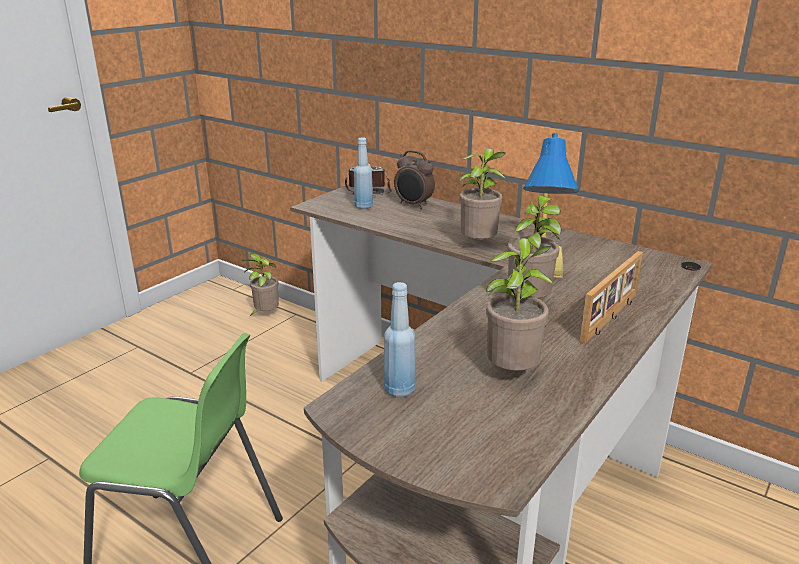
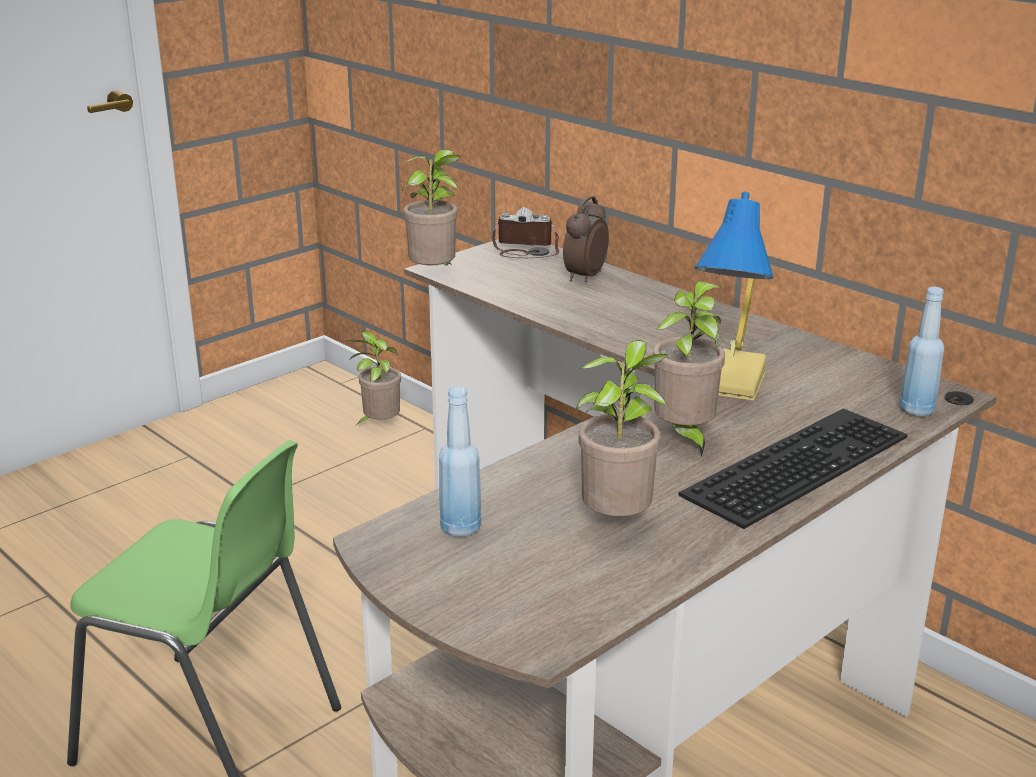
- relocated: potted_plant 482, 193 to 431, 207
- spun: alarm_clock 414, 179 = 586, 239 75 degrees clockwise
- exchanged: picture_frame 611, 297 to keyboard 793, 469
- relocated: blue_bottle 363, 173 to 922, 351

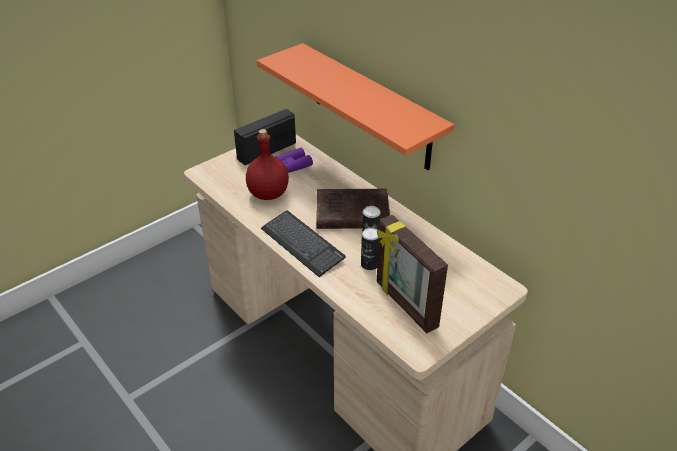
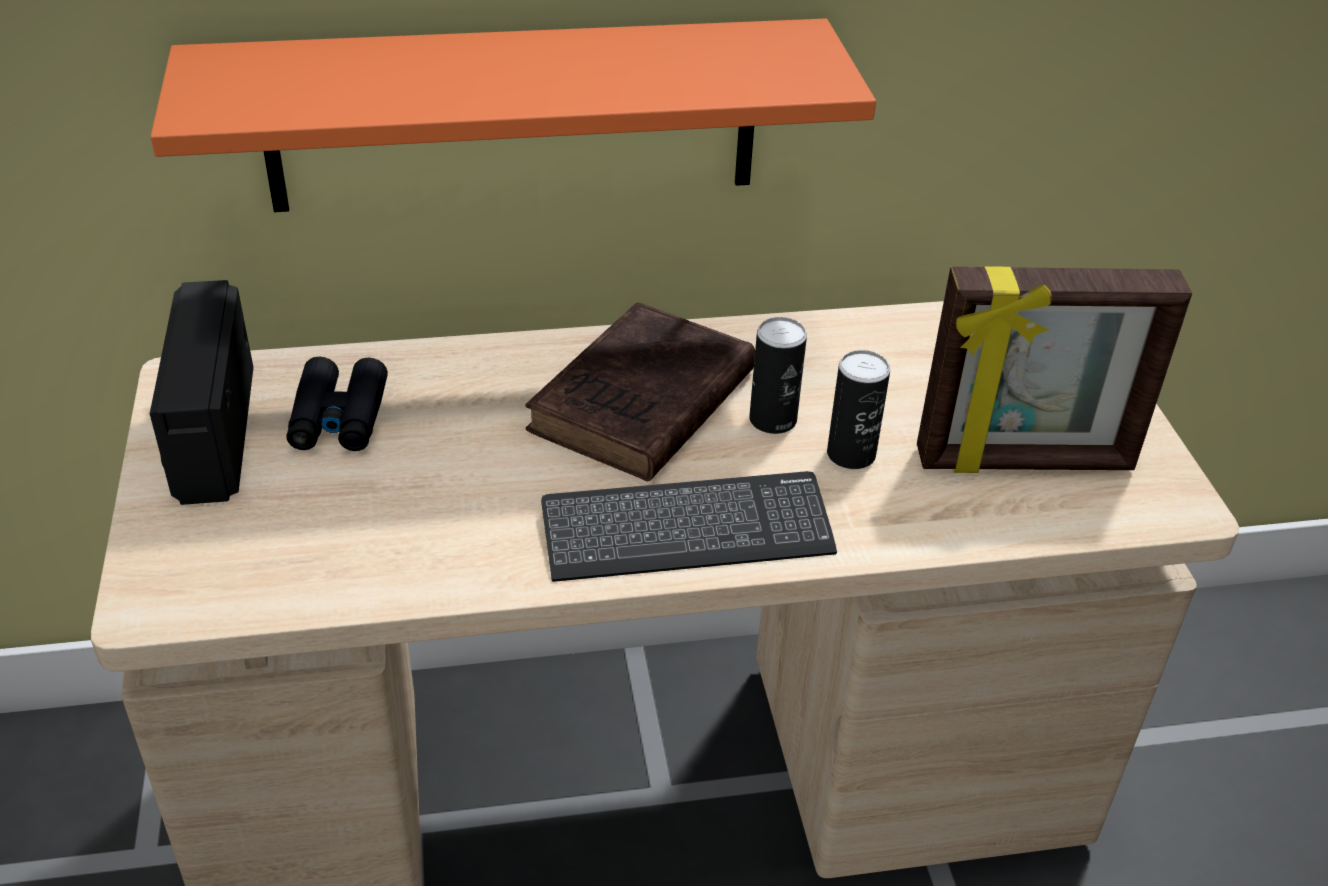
- colour: purple_binoculars 294, 160 to black_binoculars 337, 404
- missing: red_bottle 267, 164

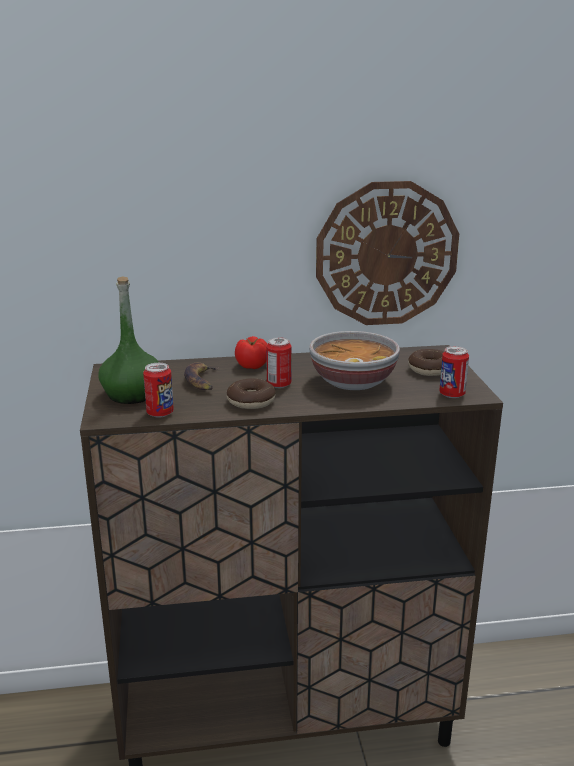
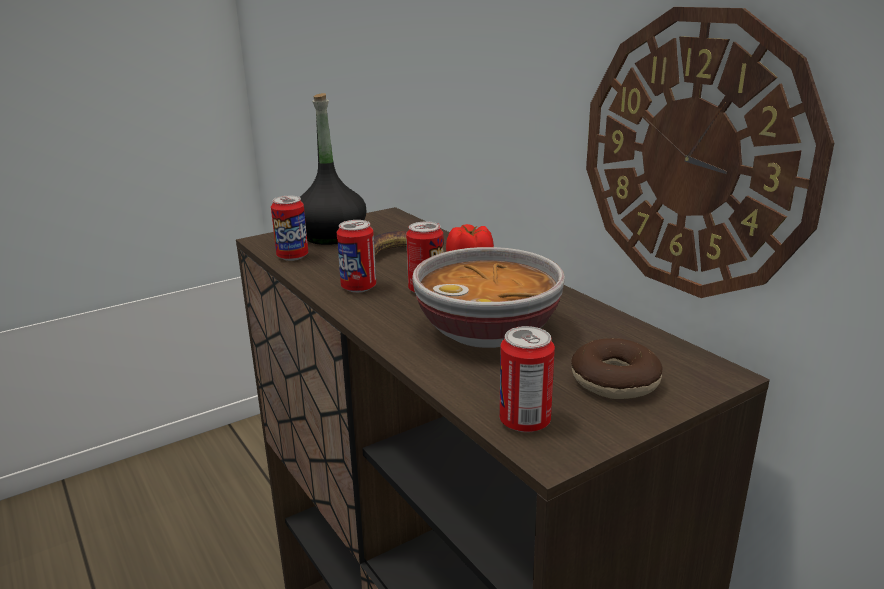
- colour: green_bottle 129, 340 to black_bottle 333, 169
- exchanged: donut 251, 393 to can 356, 256

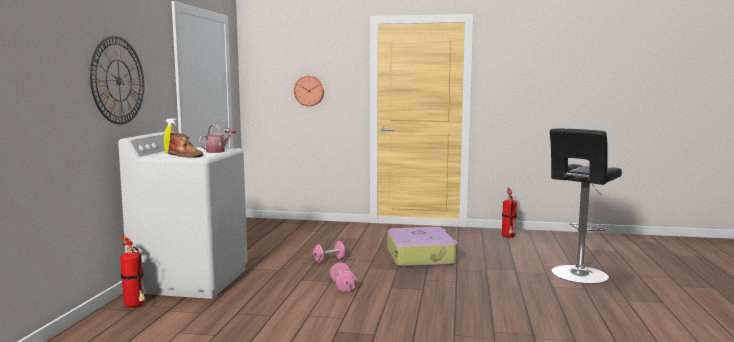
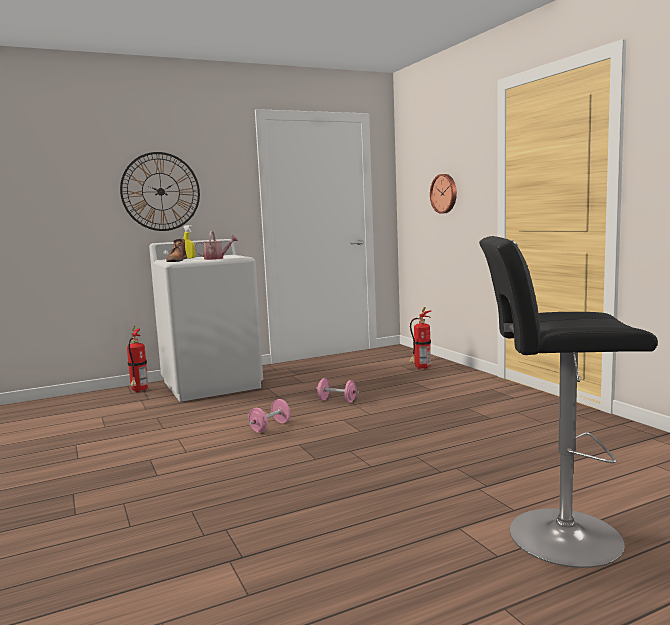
- relocated: fire_extinguisher 509, 212 to 420, 338
- missing: suitcase 422, 247

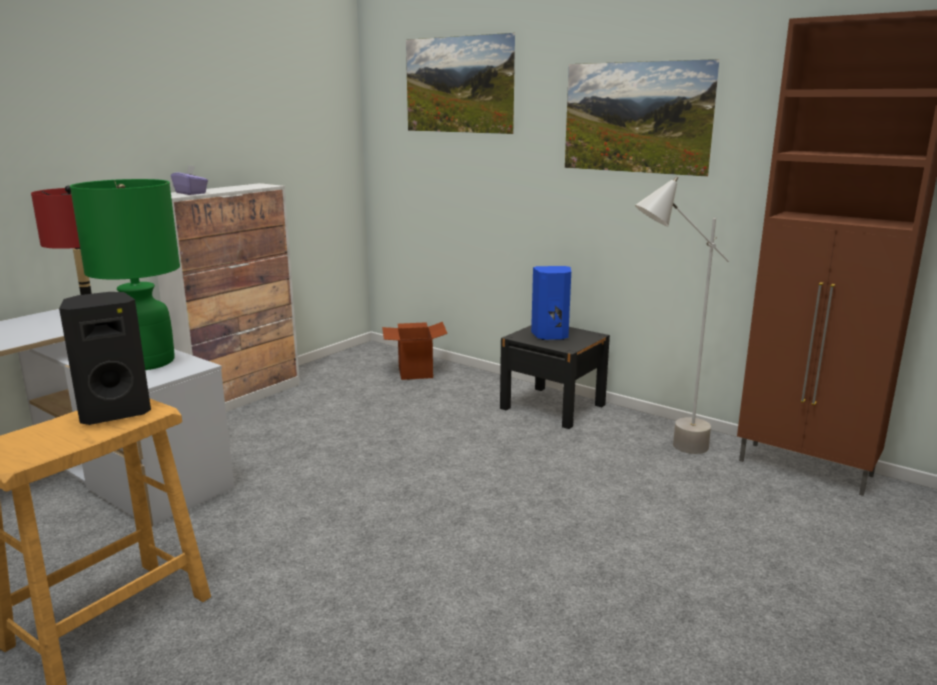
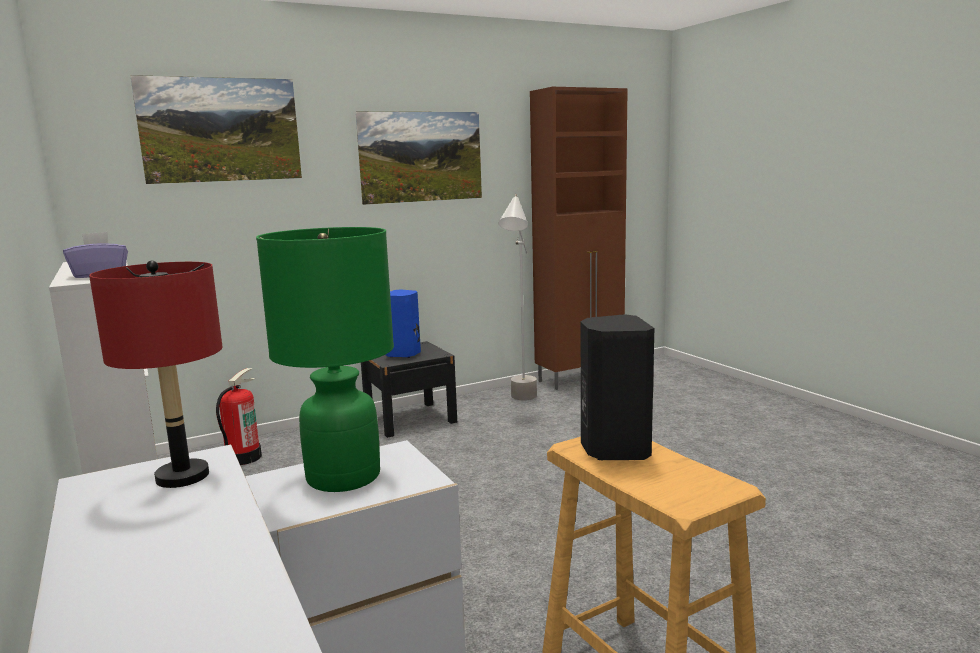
- exchanged: cardboard_box 415, 351 to fire_extinguisher 239, 416

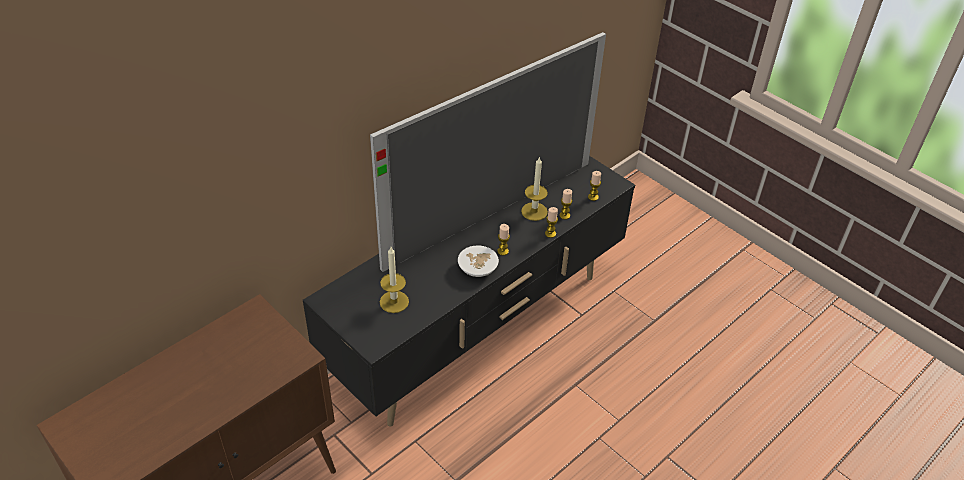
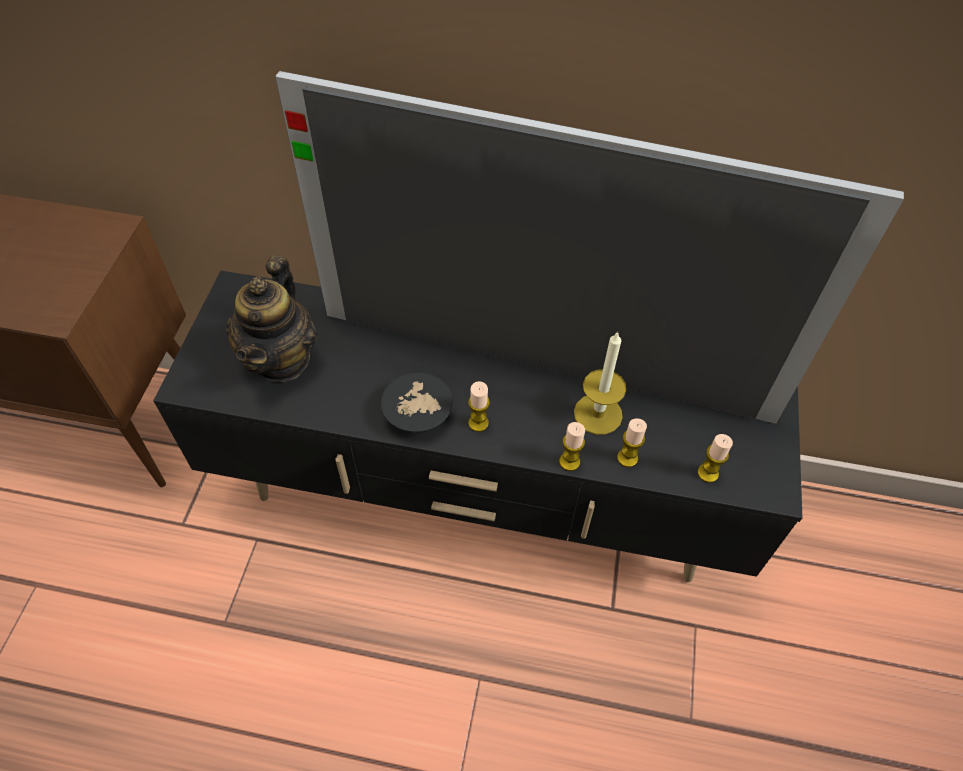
- exchanged: candle 394, 280 to teapot 271, 318
- colour: white_bowl 478, 261 to black_bowl 417, 402

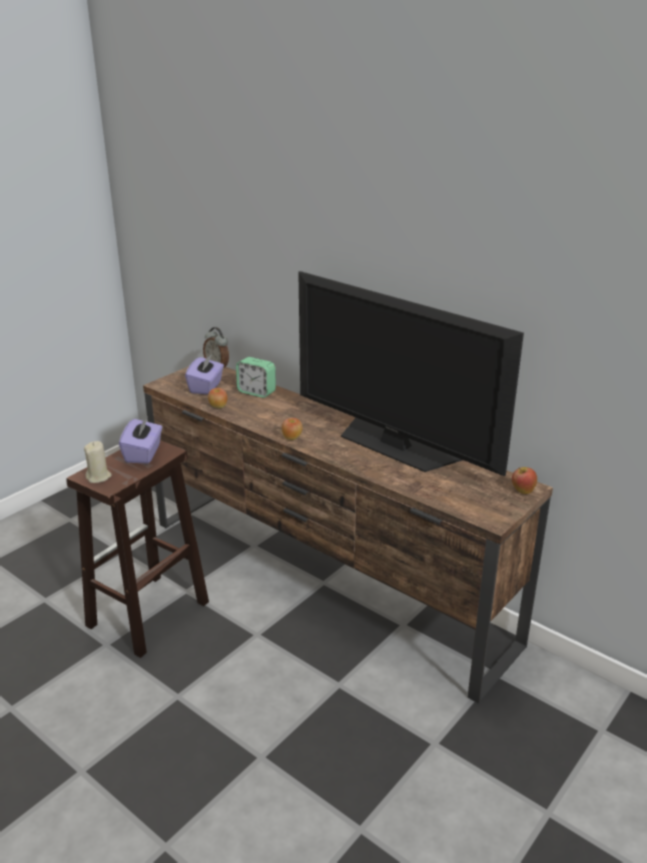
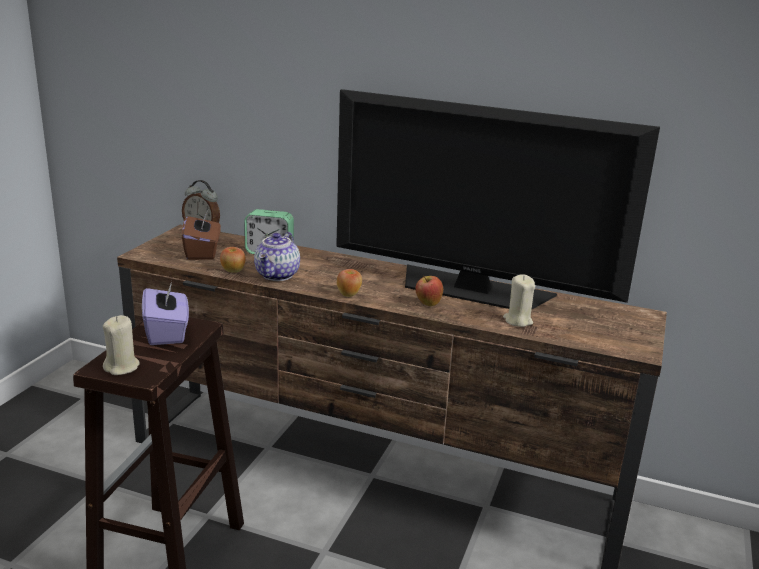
- colour: purple_tissue_box 204, 374 to brown_tissue_box 201, 235
- appeared: teapot 277, 256
- relocated: apple 524, 480 to 429, 291
- appeared: beige_candle 519, 300

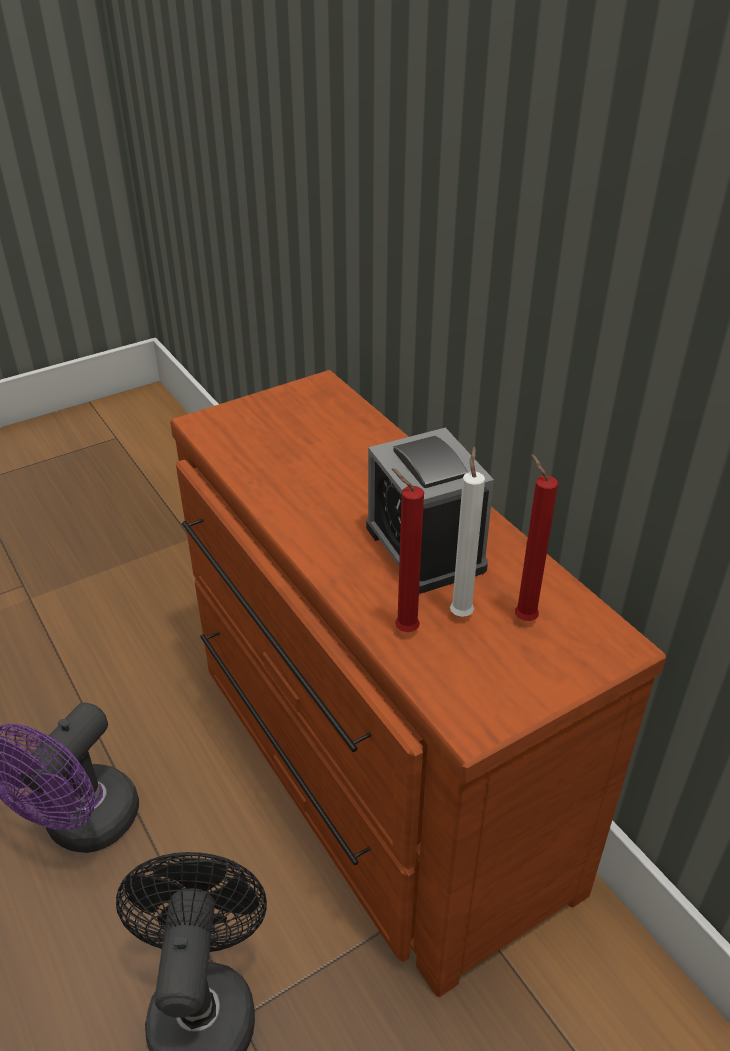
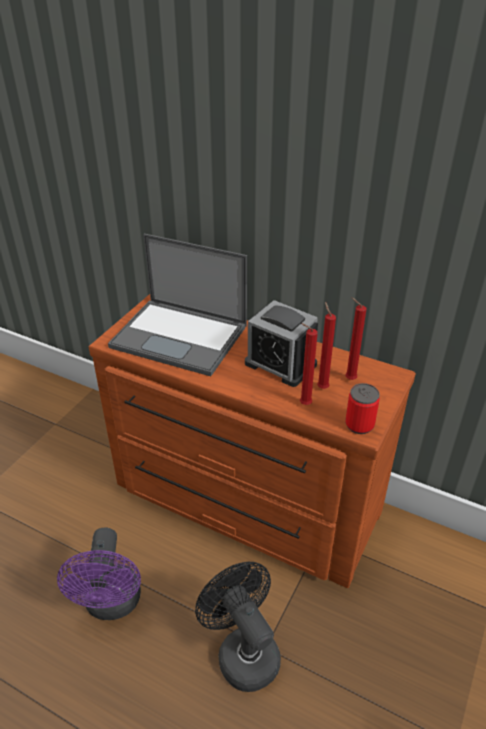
- appeared: laptop 177, 305
- colour: white_candle 467, 532 to red_candle 326, 345
- appeared: can 362, 408

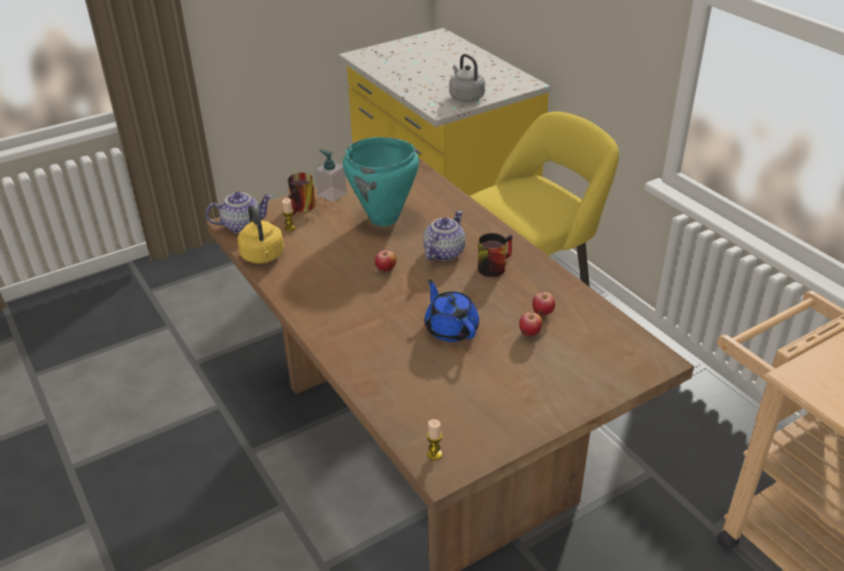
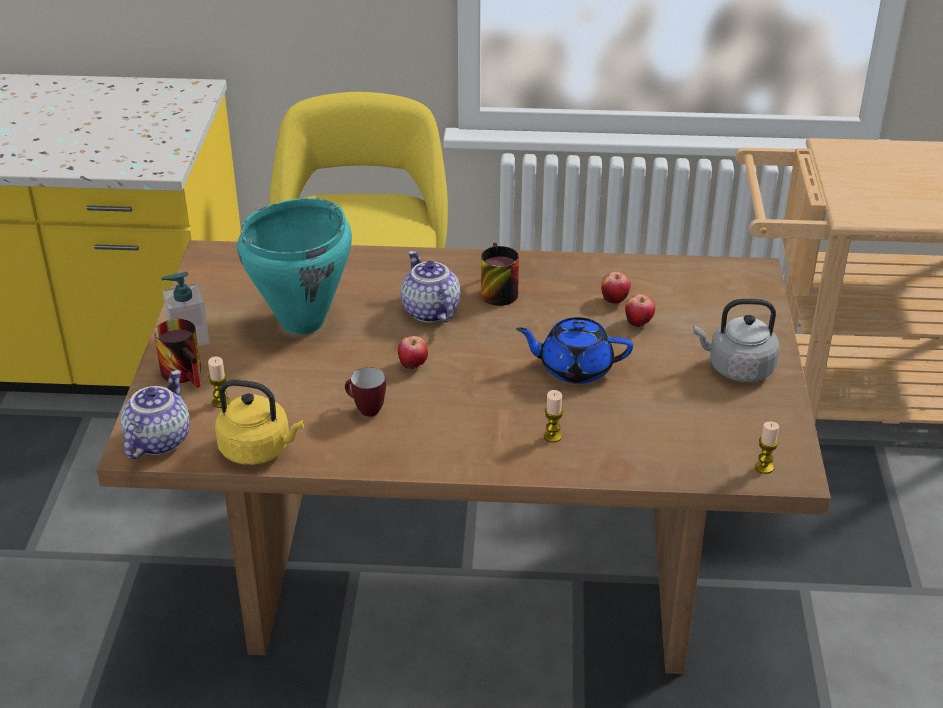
- appeared: mug 365, 392
- appeared: candle 553, 416
- relocated: grey_kettle 467, 78 to 736, 340

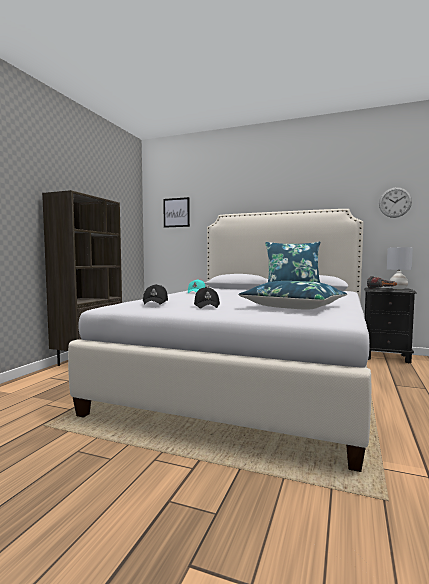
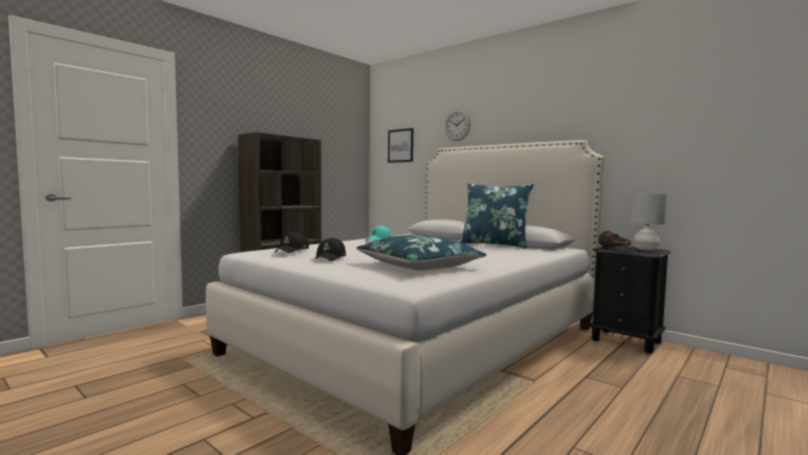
- relocated: wall_clock 395, 202 to 458, 125

